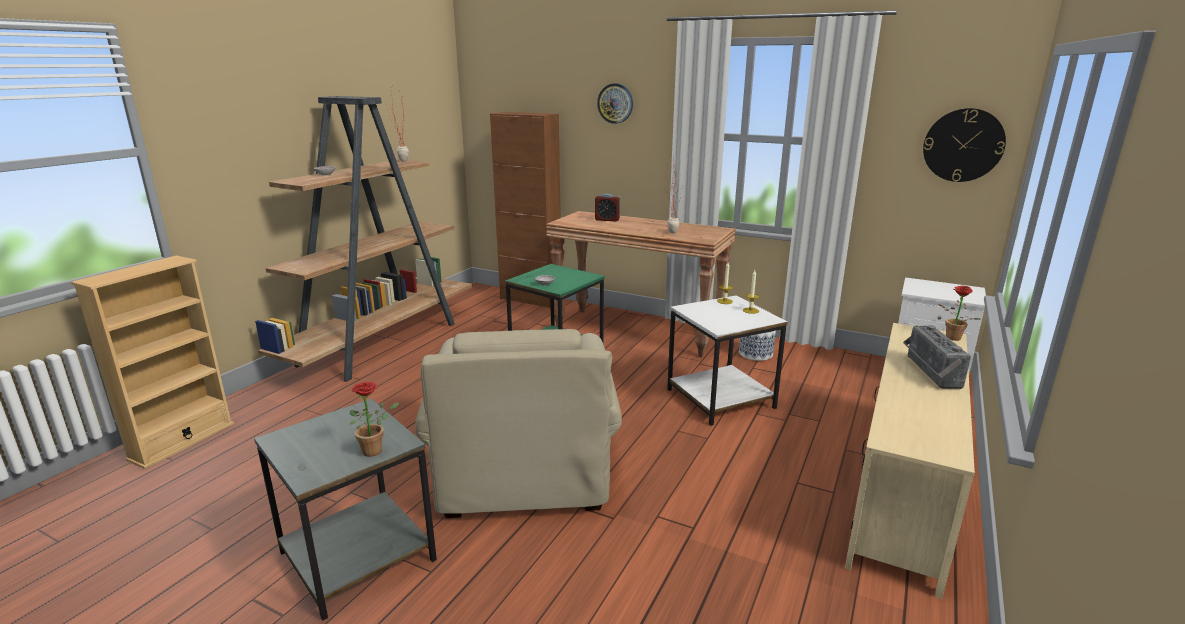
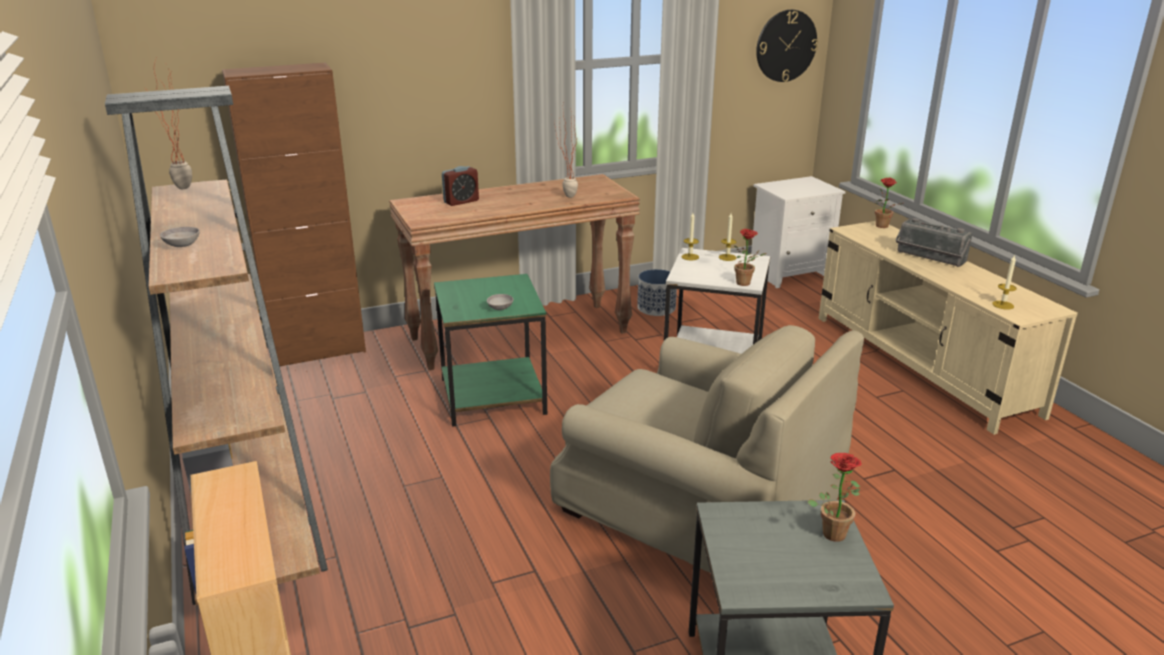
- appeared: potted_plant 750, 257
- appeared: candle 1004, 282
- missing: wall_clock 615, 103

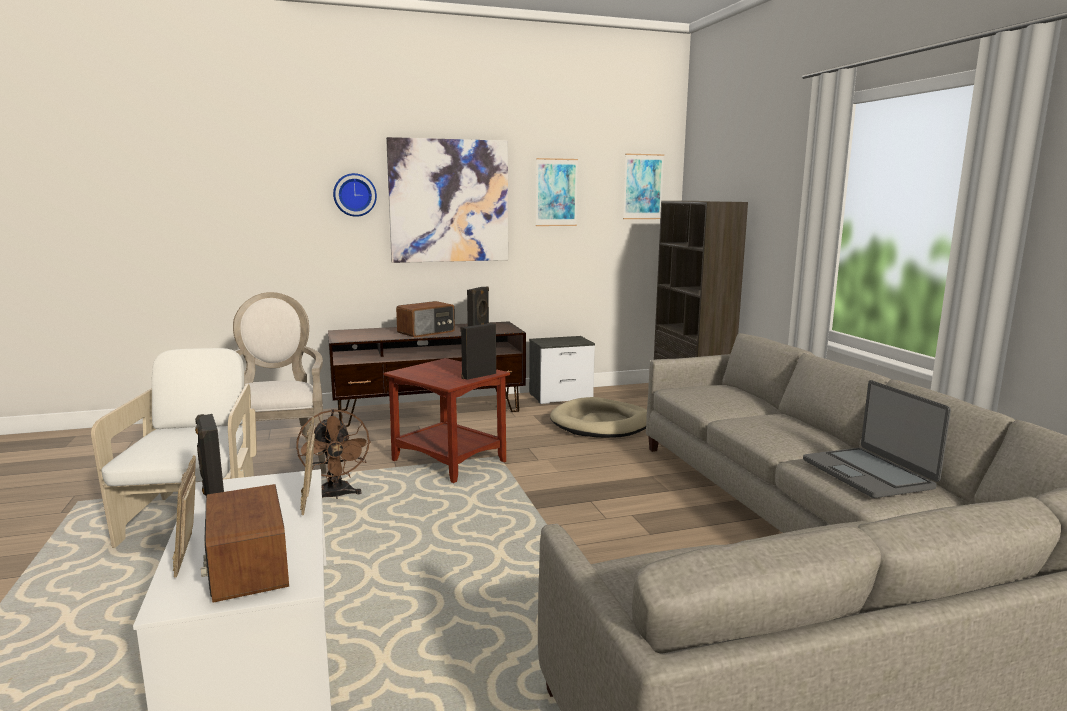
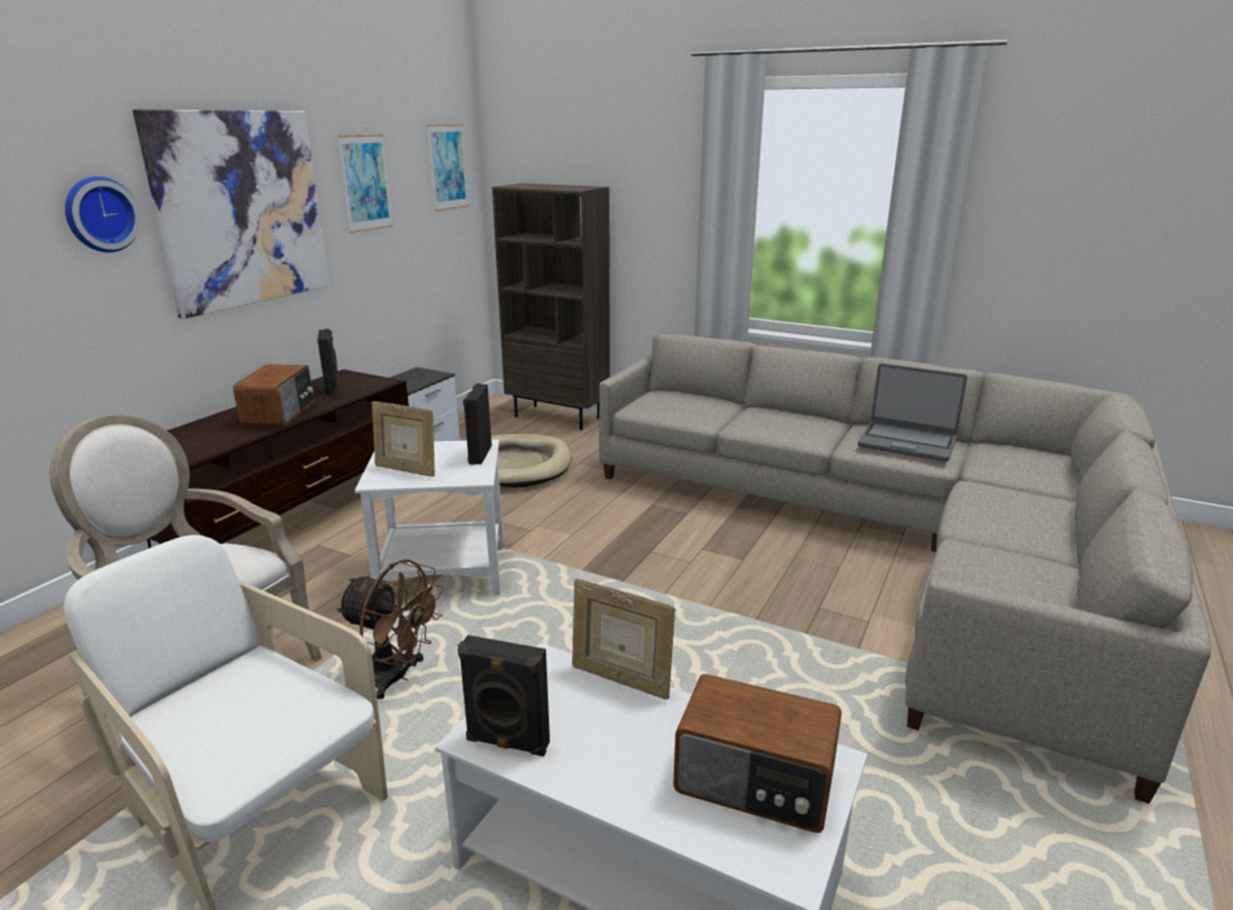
- colour: brown_side_table 446, 420 to white_side_table 429, 517
- relocated: picture_frame 184, 516 to 403, 439

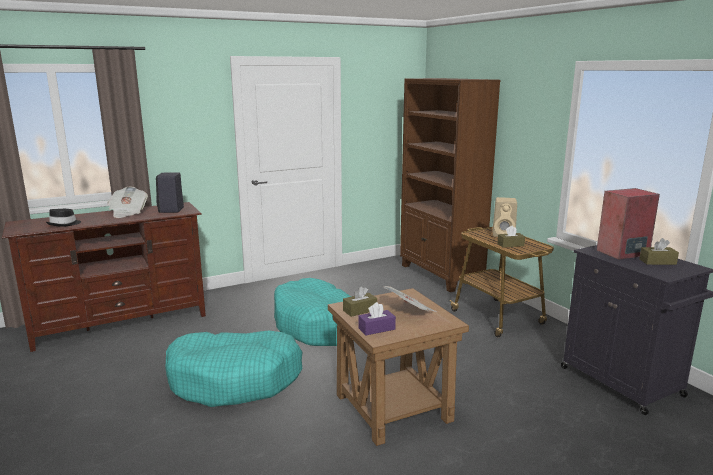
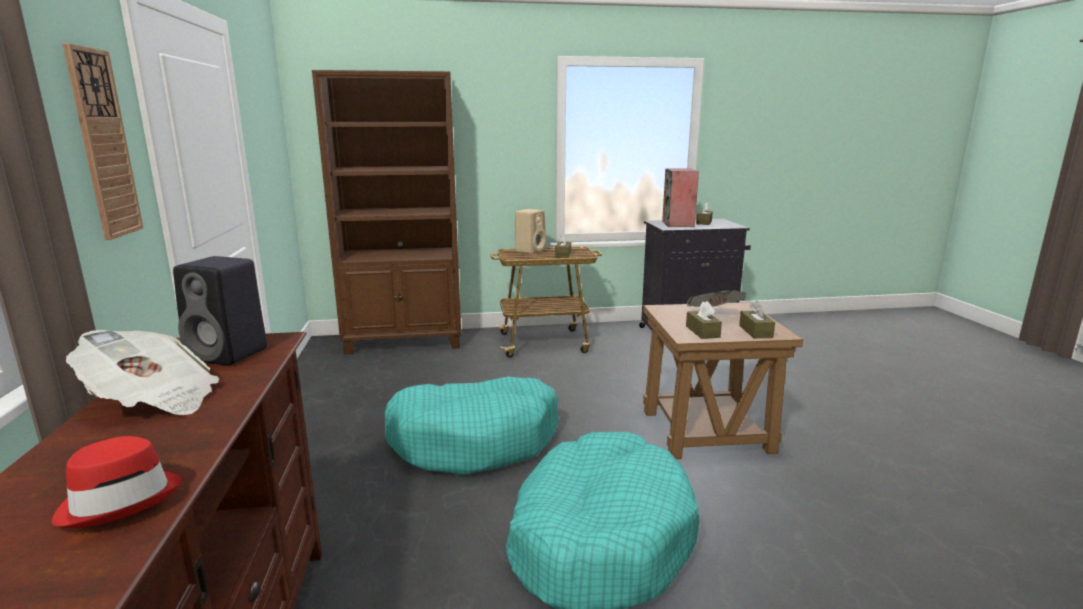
- colour: black_hat 63, 218 to red_hat 117, 482
- appeared: wall_clock 103, 141
- colour: purple_tissue_box 377, 318 to brown_tissue_box 757, 319

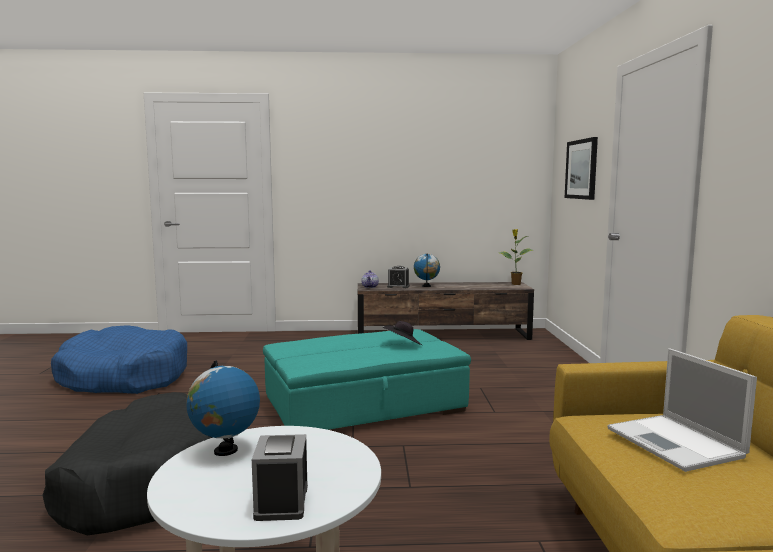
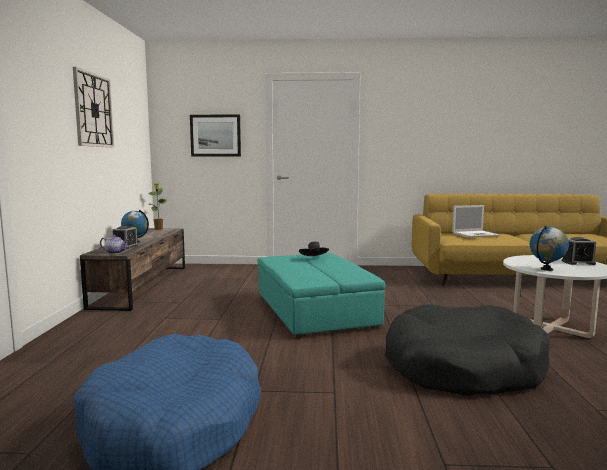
- appeared: wall_clock 93, 107

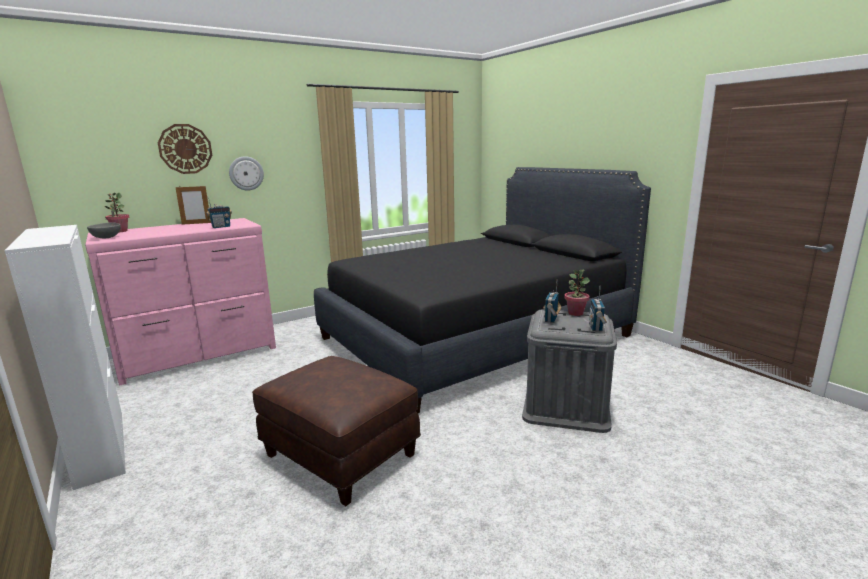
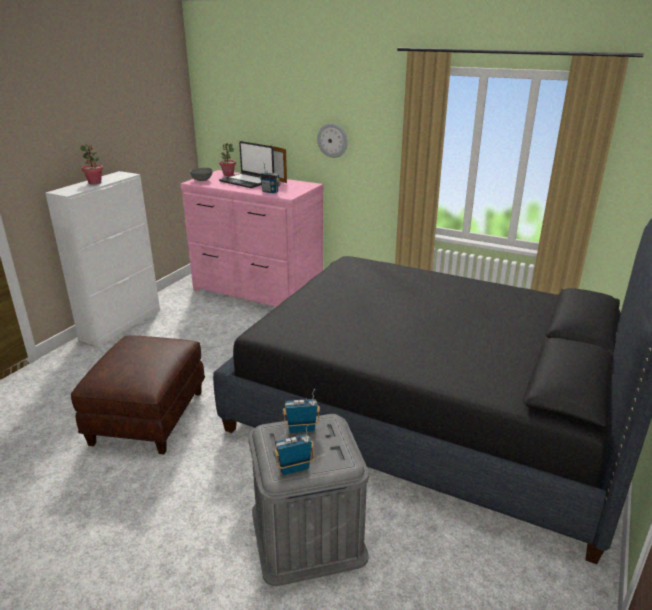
- relocated: potted_plant 577, 293 to 91, 164
- appeared: laptop 246, 164
- missing: wall_clock 185, 149

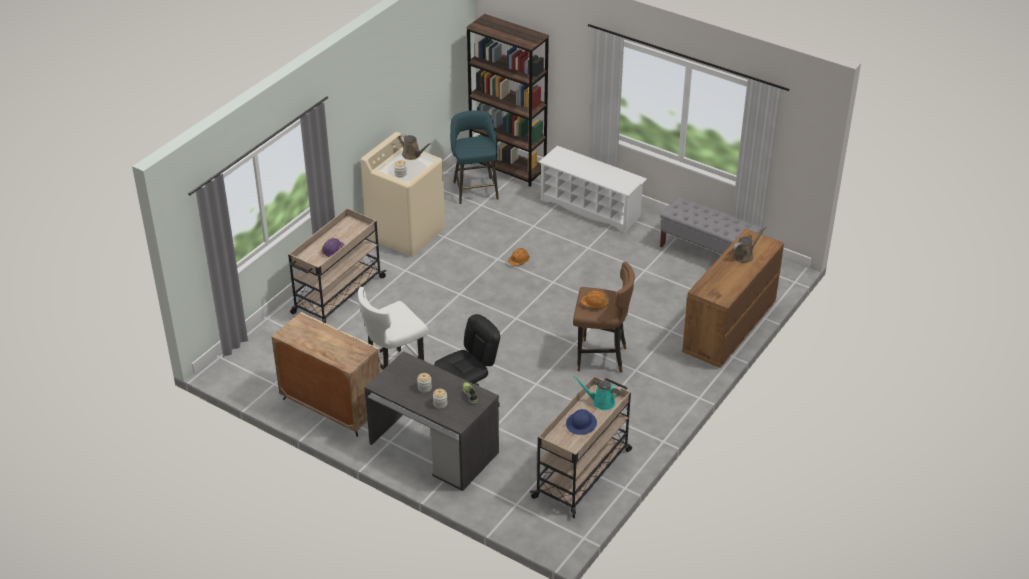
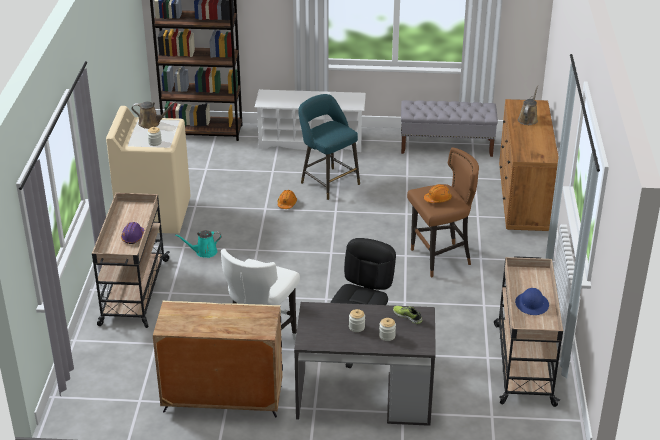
- relocated: turquoise_watering_can 597, 393 to 198, 244
- relocated: turquoise_stool 474, 157 to 329, 147

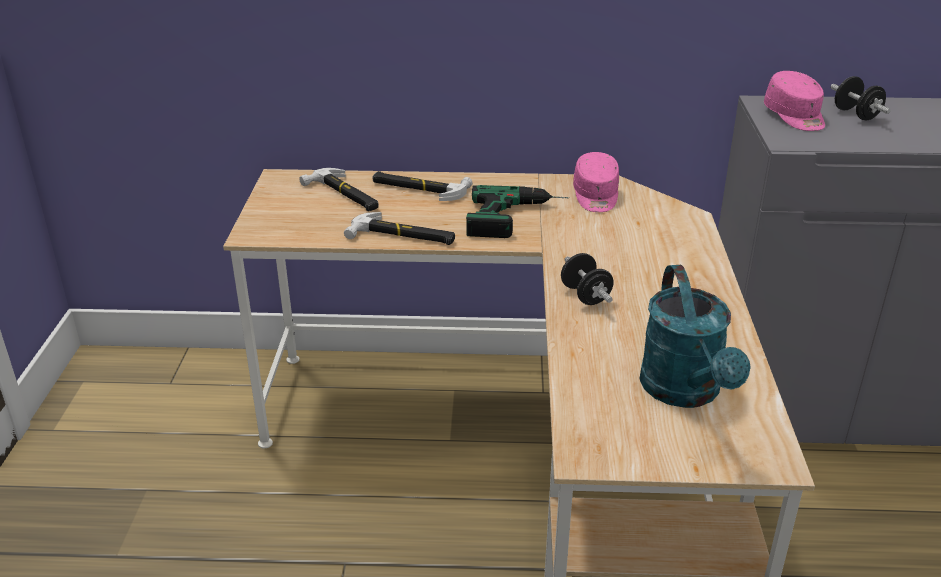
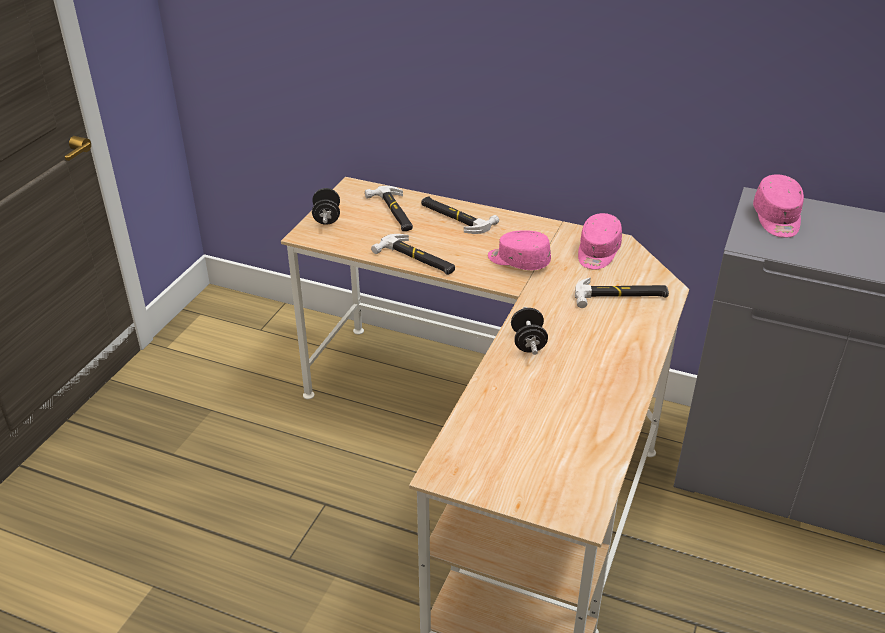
- relocated: black_dumbbell 860, 98 to 326, 206
- exchanged: power_drill 517, 211 to pink_cap 519, 250
- appeared: hammer 622, 293
- missing: turquoise_watering_can 695, 336

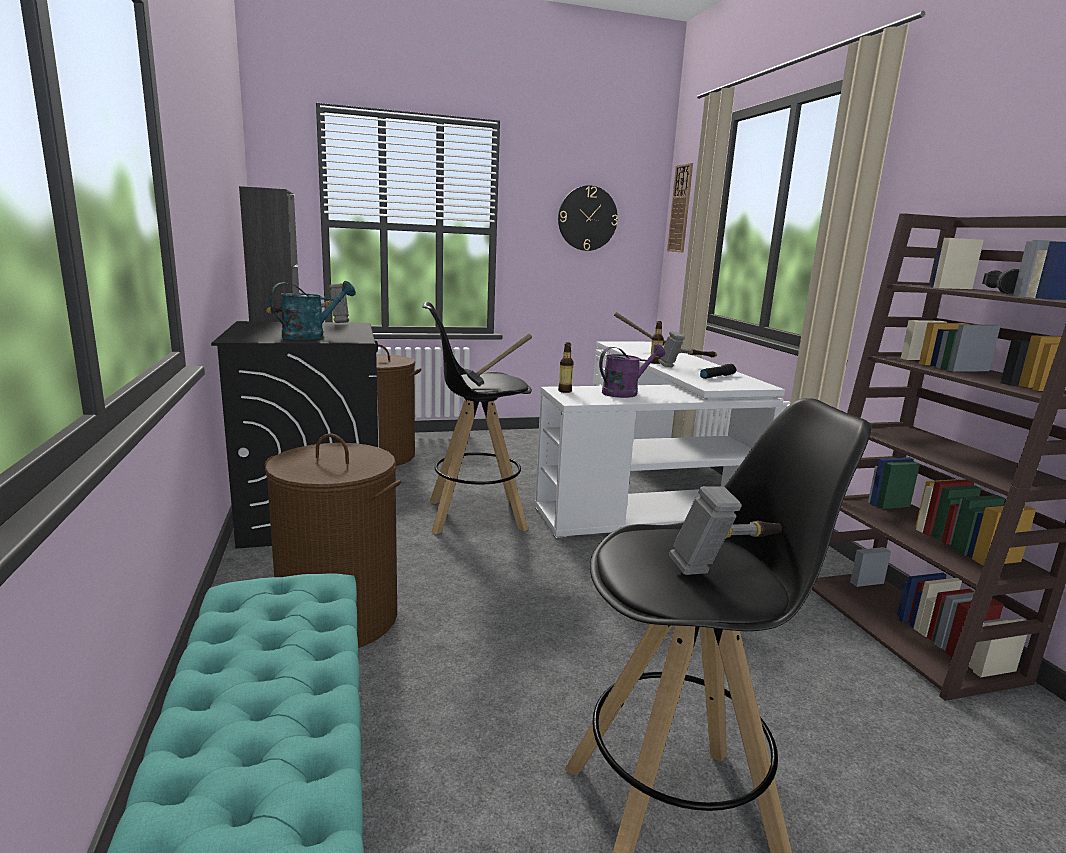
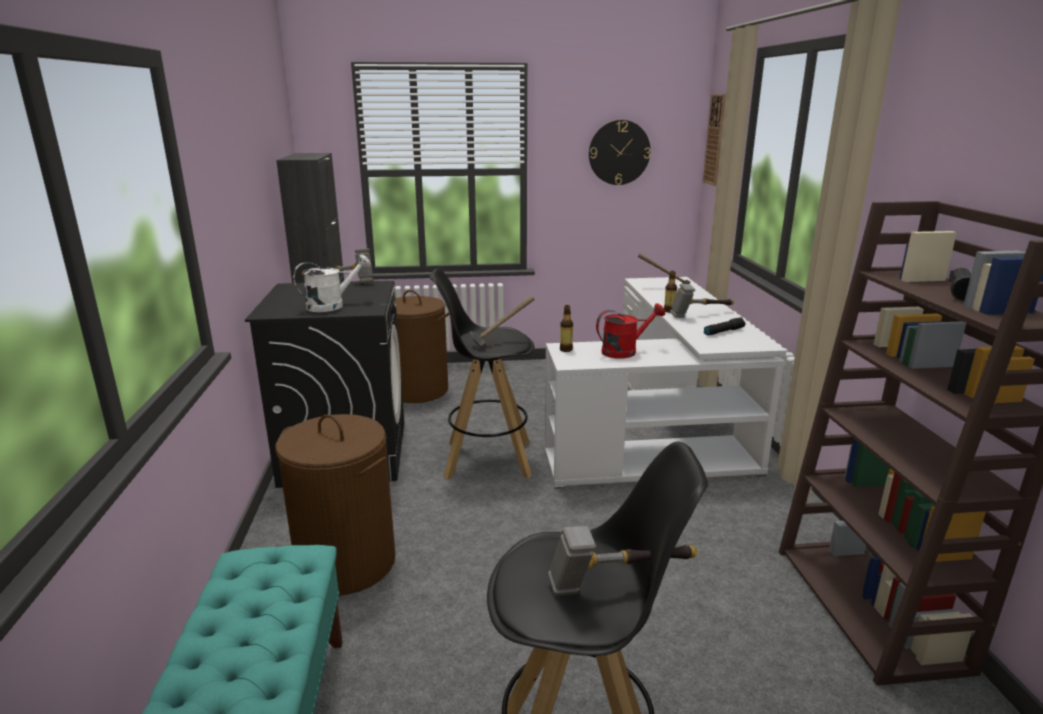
- colour: turquoise_watering_can 313, 310 to white_watering_can 332, 283
- colour: purple_watering_can 632, 371 to red_watering_can 630, 330

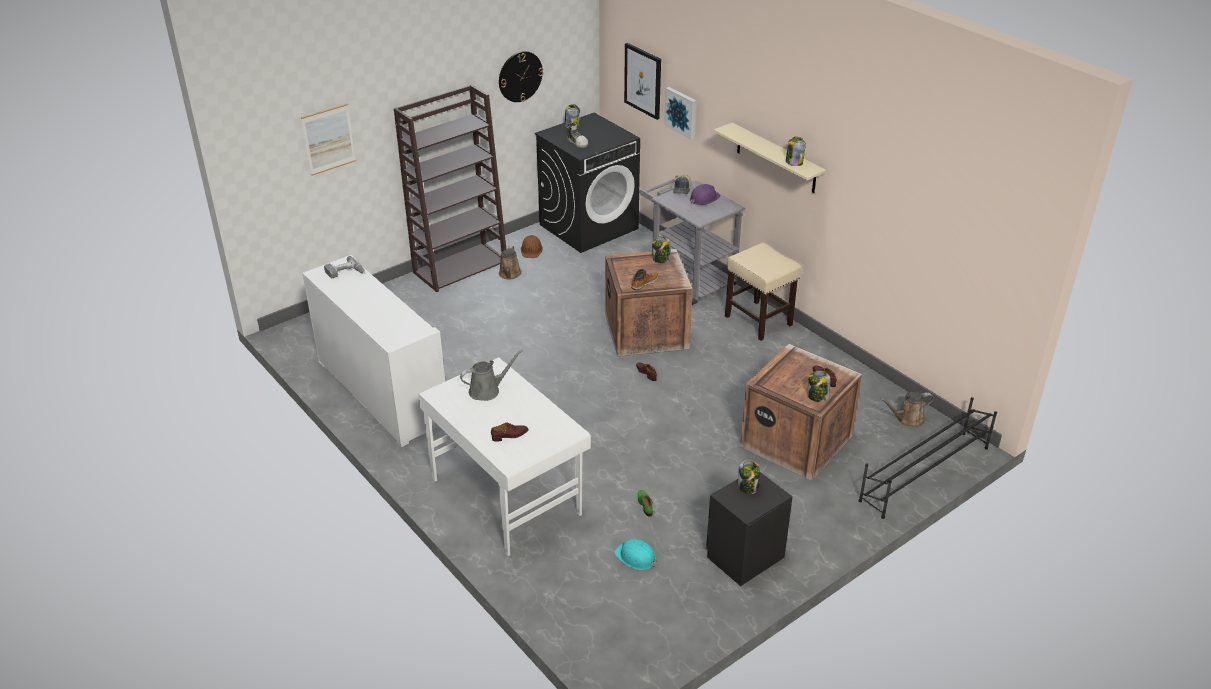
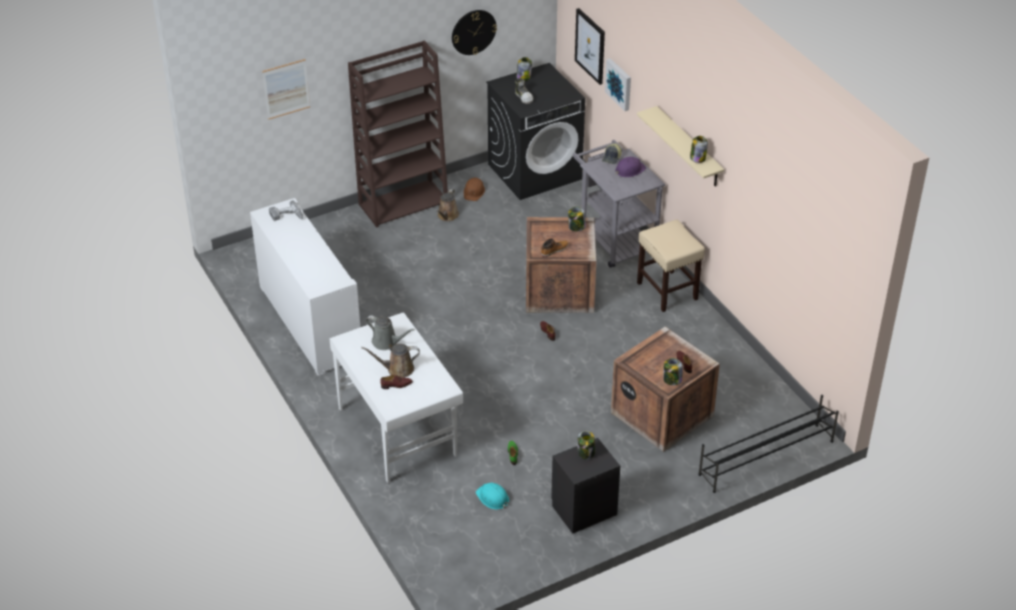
- relocated: brown_watering_can 907, 409 to 390, 361
- spun: grey_watering_can 491, 375 = 390, 332 45 degrees clockwise

